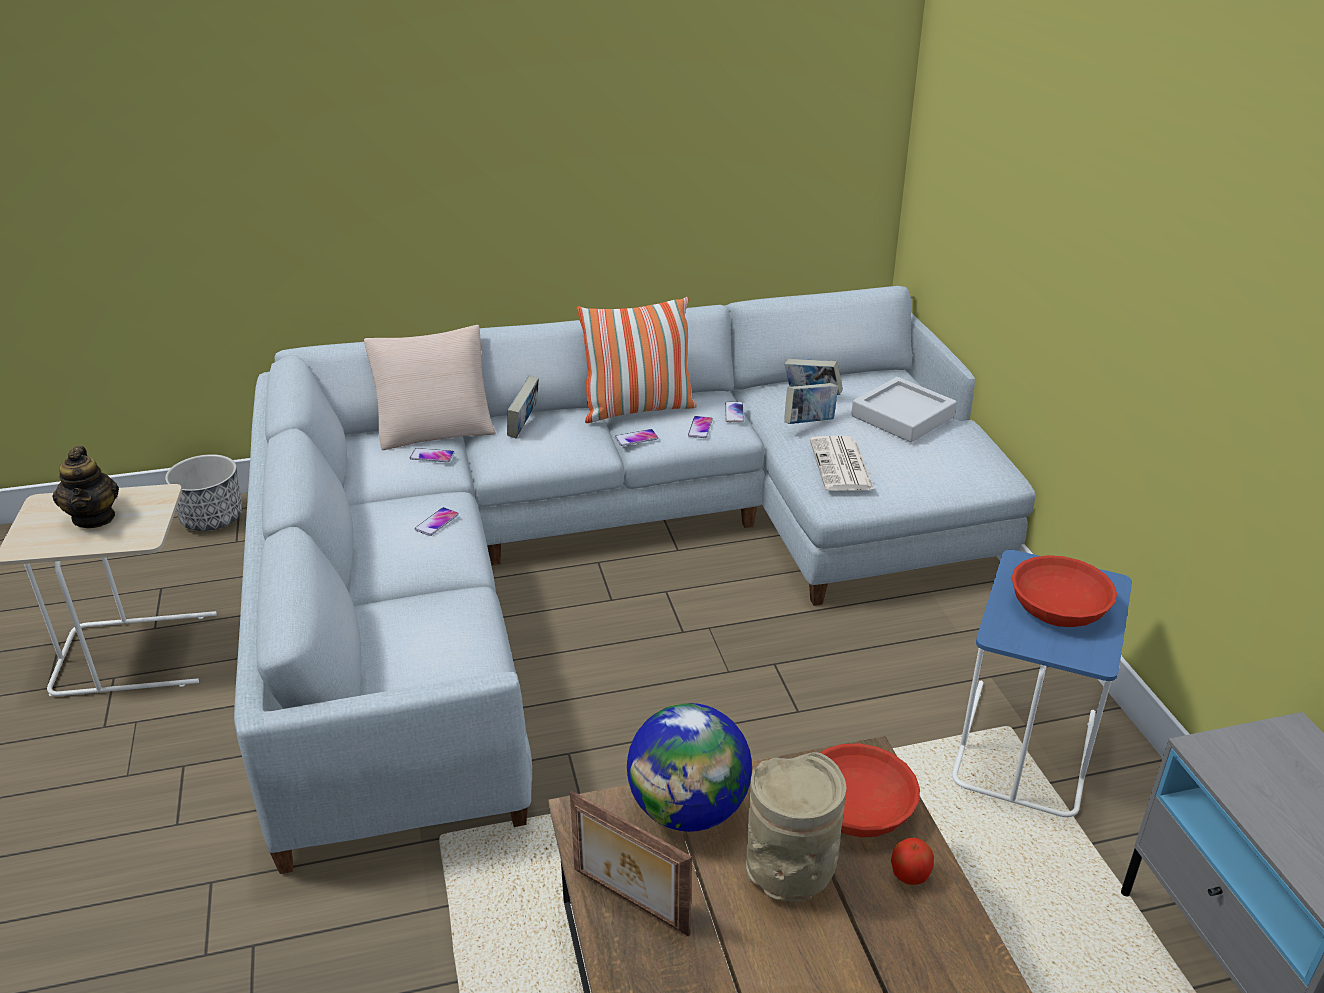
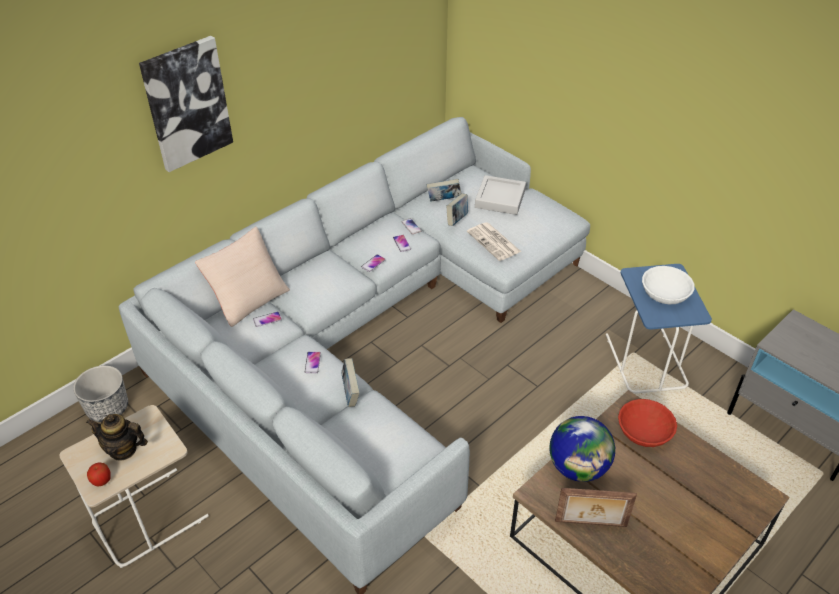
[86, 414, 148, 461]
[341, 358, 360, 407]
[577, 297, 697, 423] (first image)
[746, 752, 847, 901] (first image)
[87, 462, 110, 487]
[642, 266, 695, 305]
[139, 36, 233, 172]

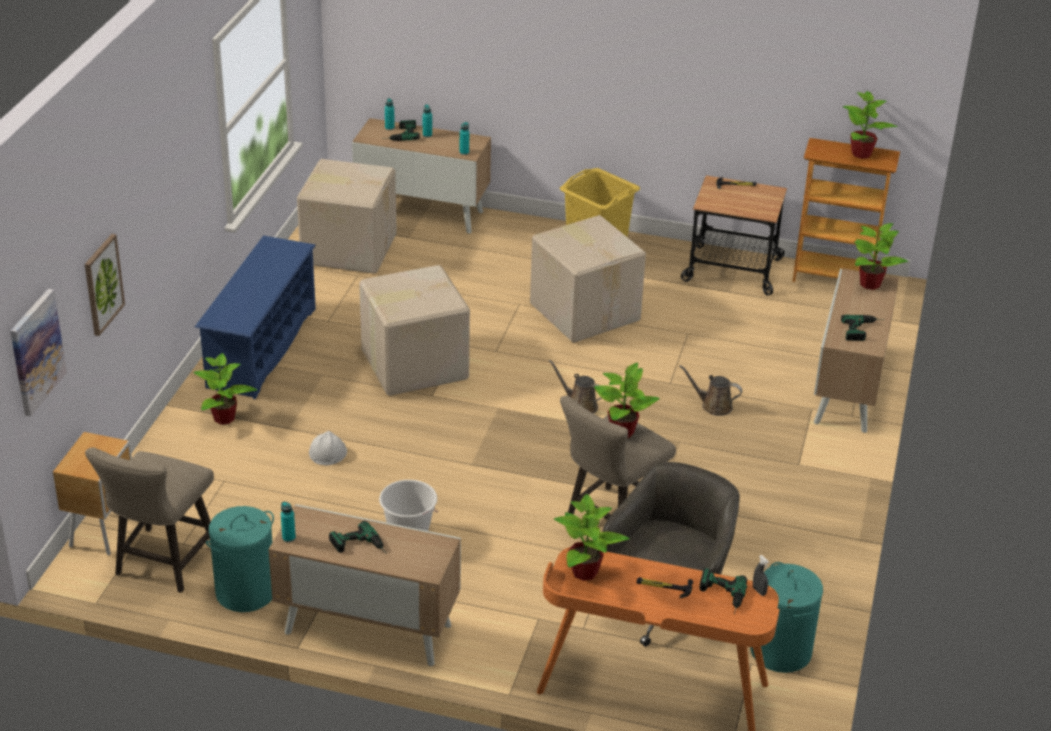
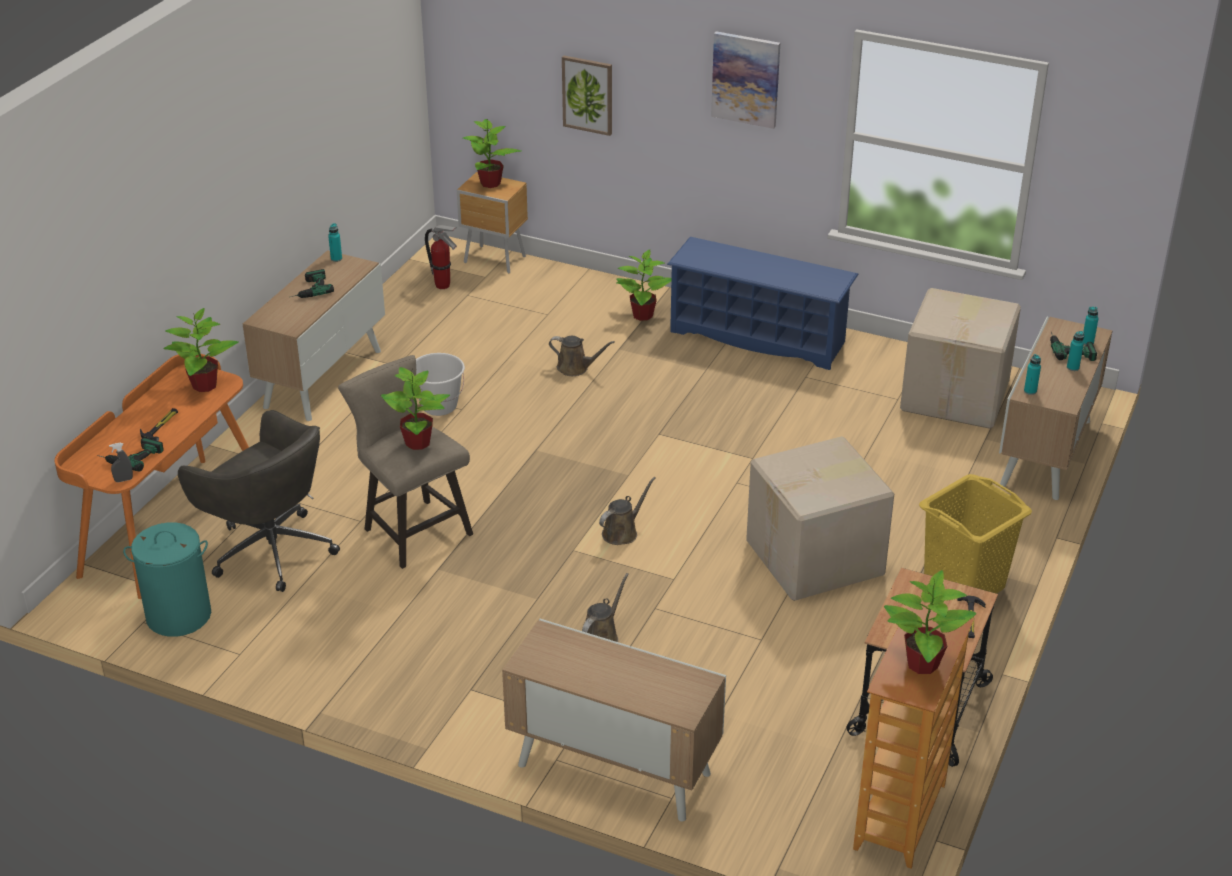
[711, 31, 780, 129]
[425, 225, 457, 289]
[206, 506, 274, 612] (first image)
[549, 336, 615, 376]
[359, 265, 470, 396] (first image)
[841, 315, 885, 341] (first image)
[463, 119, 521, 188]

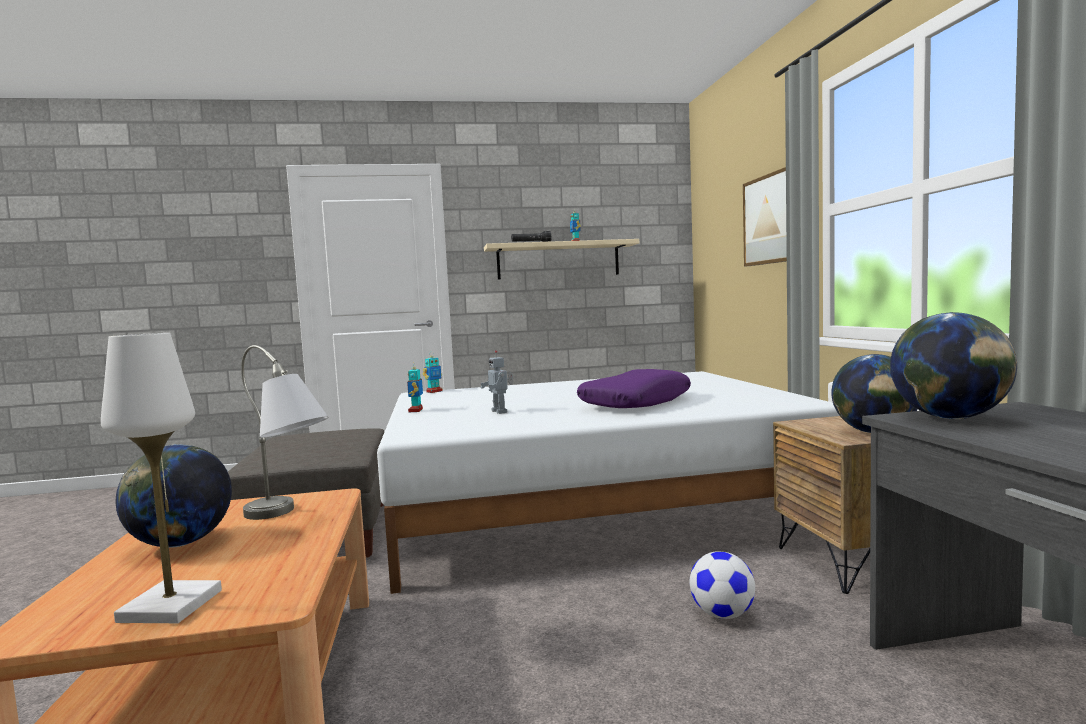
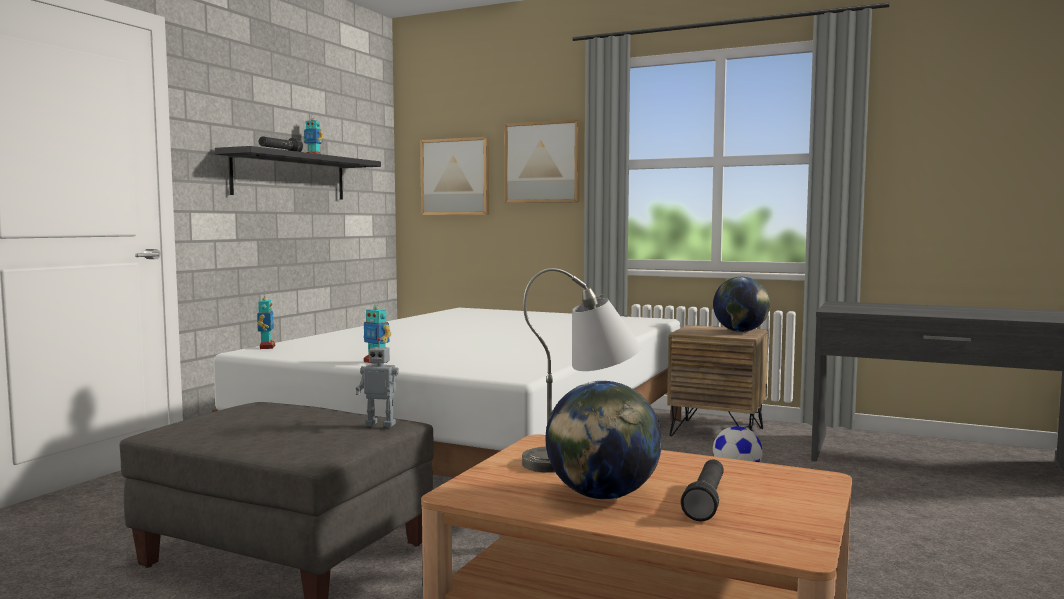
[101, 333, 222, 623] (first image)
[356, 338, 399, 427]
[215, 146, 381, 200]
[577, 369, 691, 408] (first image)
[890, 312, 1017, 419] (first image)
[420, 137, 489, 215]
[681, 460, 724, 521]

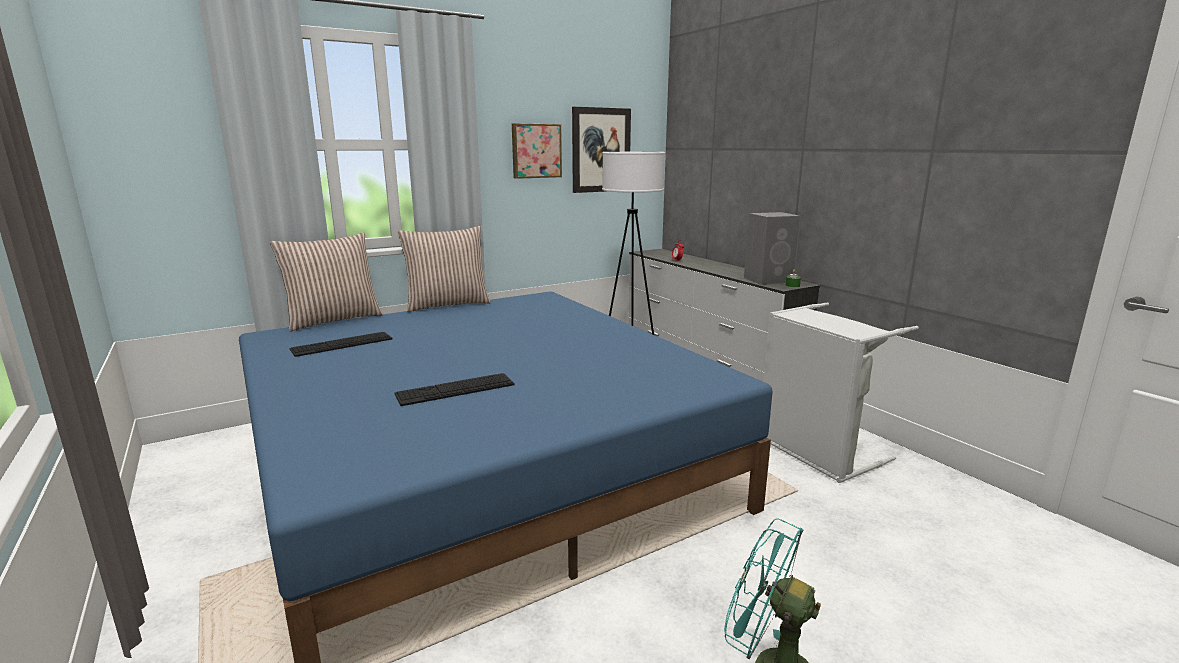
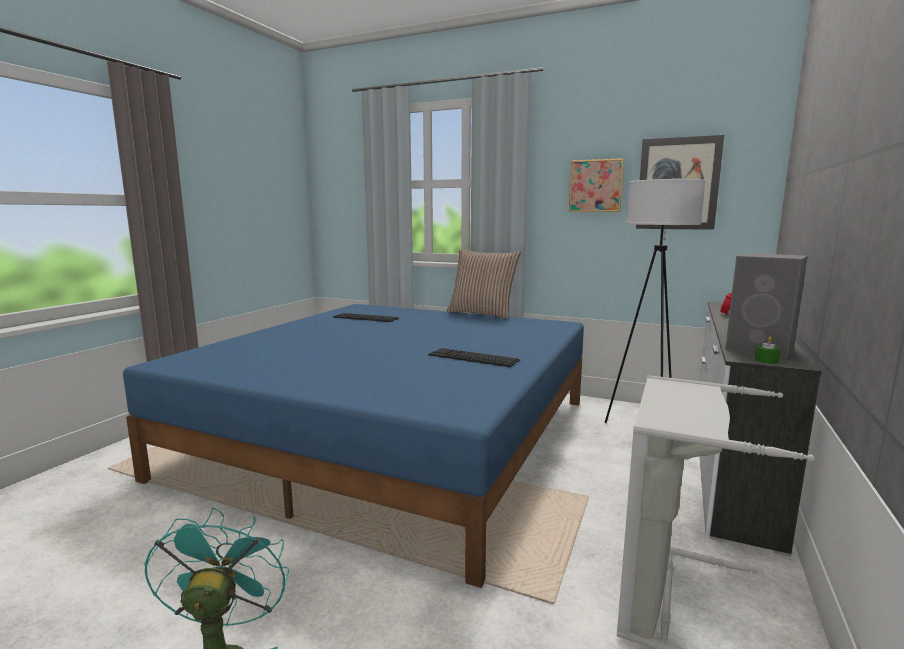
[270, 233, 383, 332] (first image)
[429, 348, 520, 367]

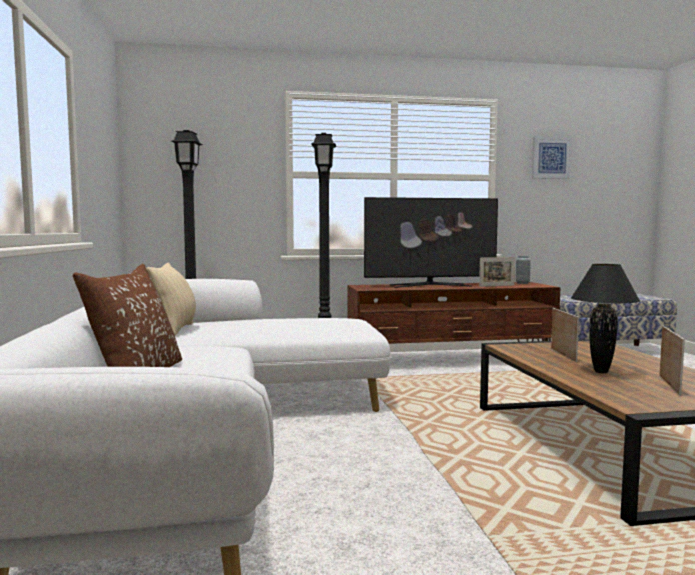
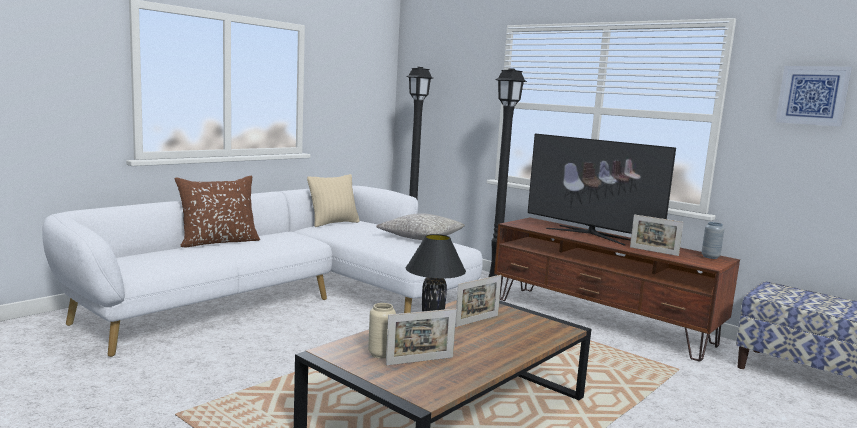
[368, 303, 396, 358]
[376, 213, 465, 240]

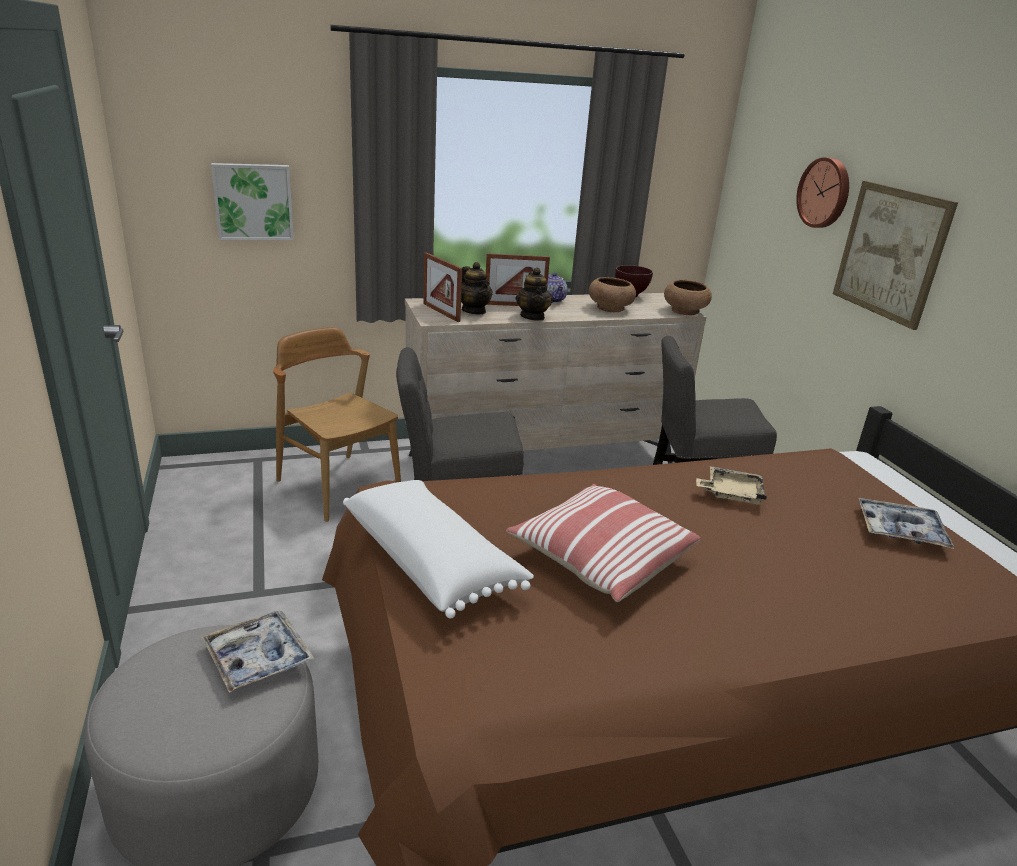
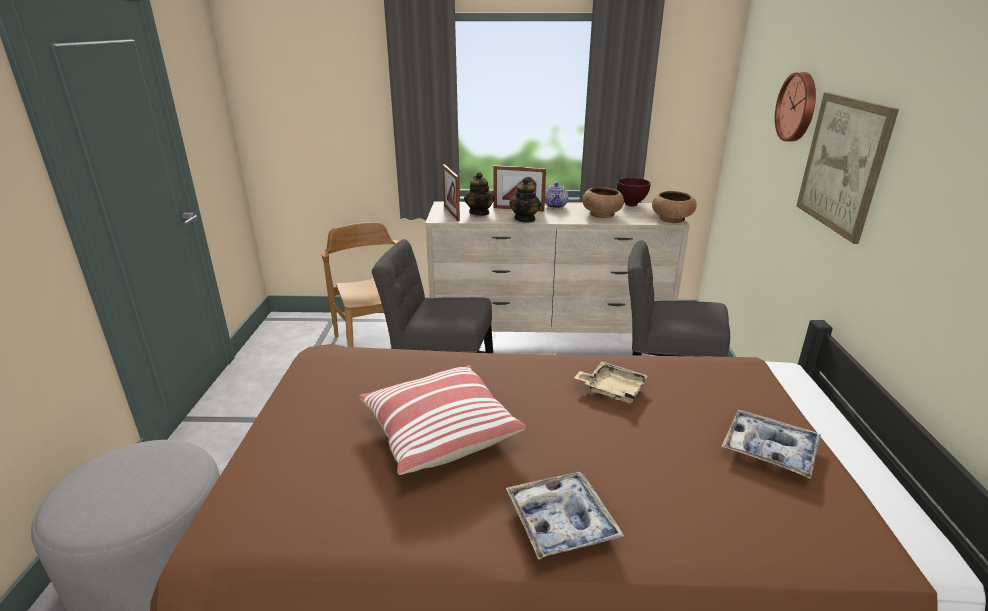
[506, 472, 624, 560]
[211, 163, 294, 240] (first image)
[343, 480, 534, 619] (first image)

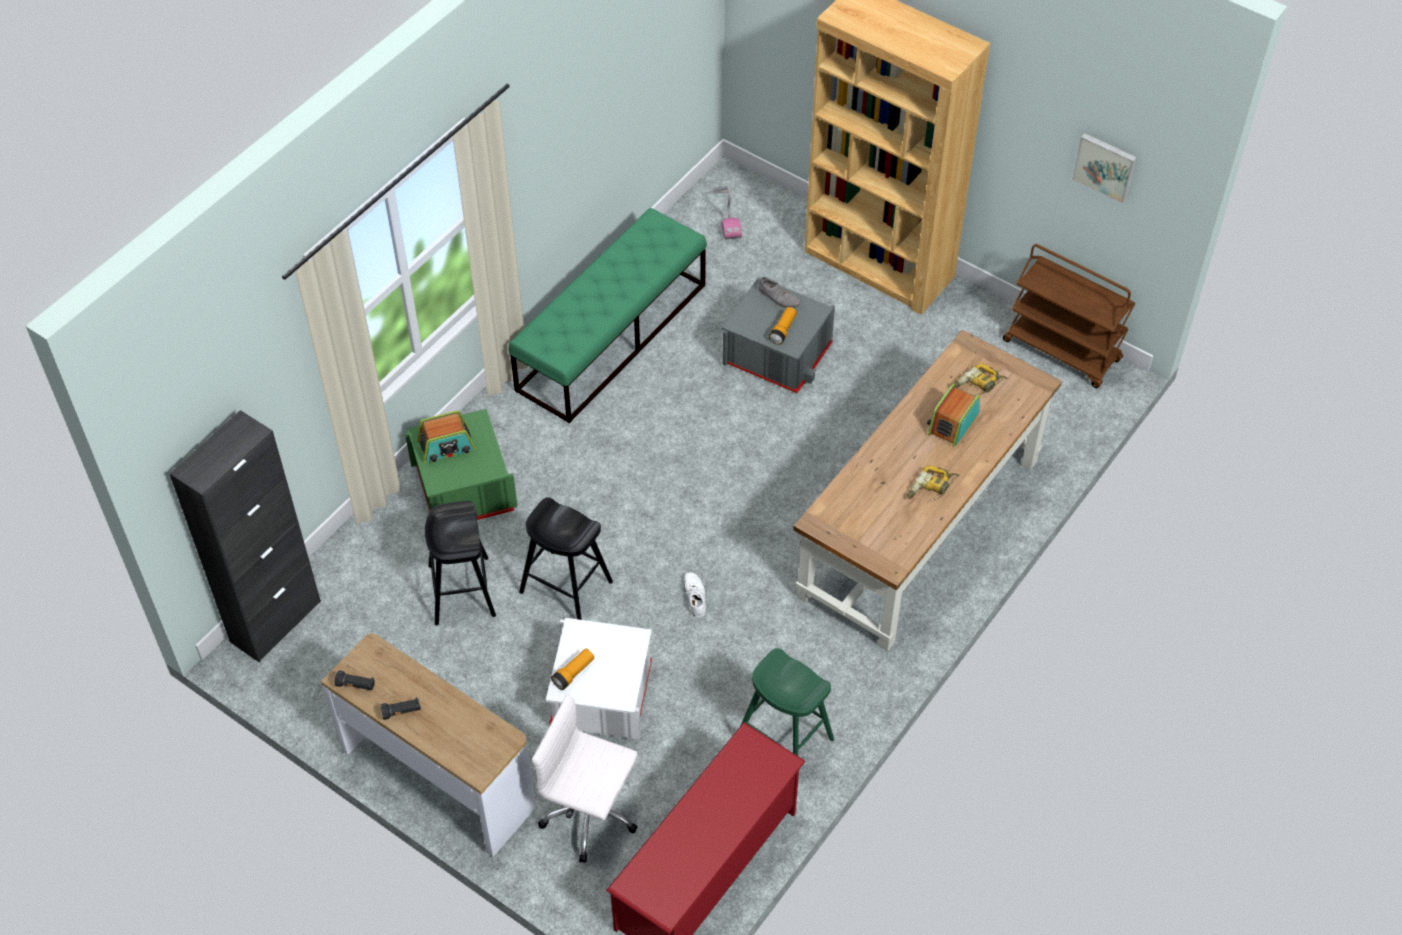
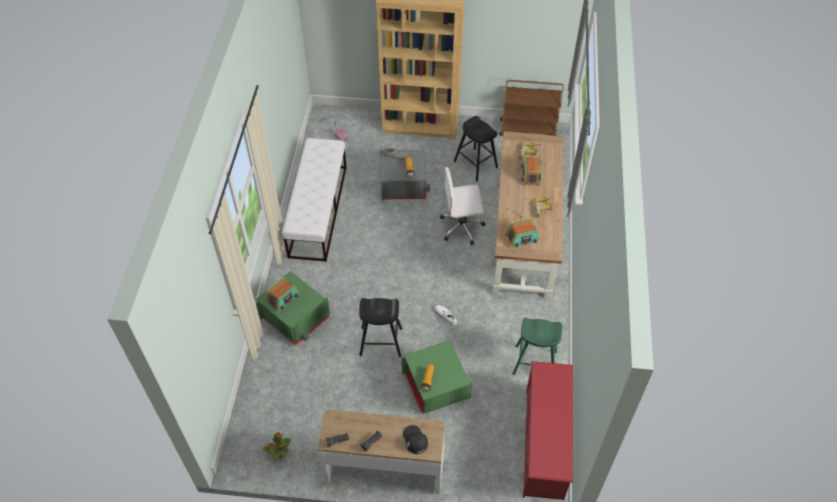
[169, 410, 321, 662] (first image)
[454, 116, 498, 181]
[282, 138, 347, 262]
[440, 167, 485, 245]
[402, 340, 472, 414]
[1072, 133, 1137, 204] (first image)
[262, 432, 291, 460]
[403, 425, 428, 454]
[505, 218, 540, 248]

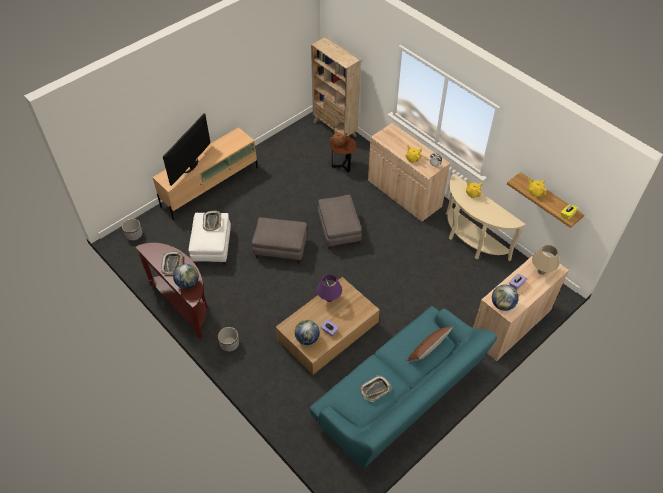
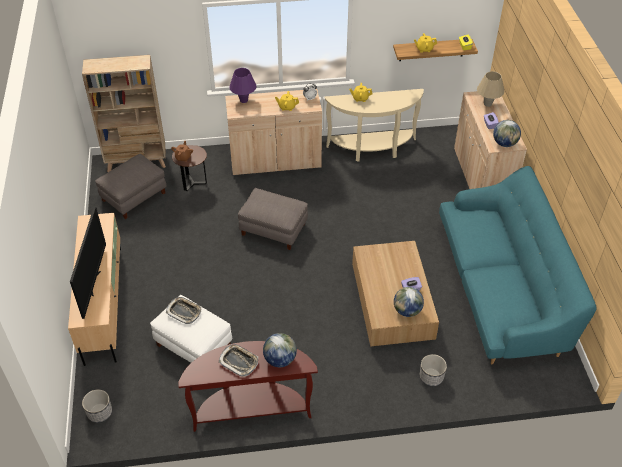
[70, 207, 106, 319]
[420, 354, 447, 386]
[95, 154, 167, 219]
[229, 68, 257, 103]
[360, 375, 391, 402] (first image)
[406, 326, 453, 362] (first image)

